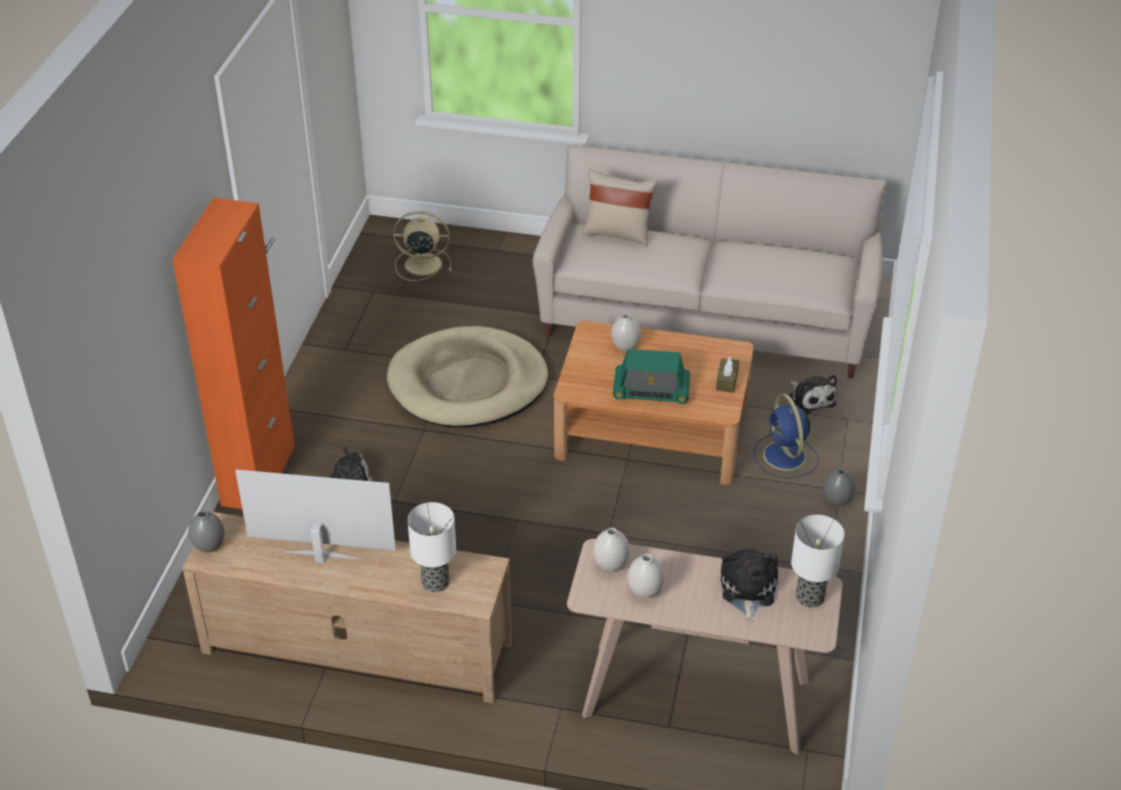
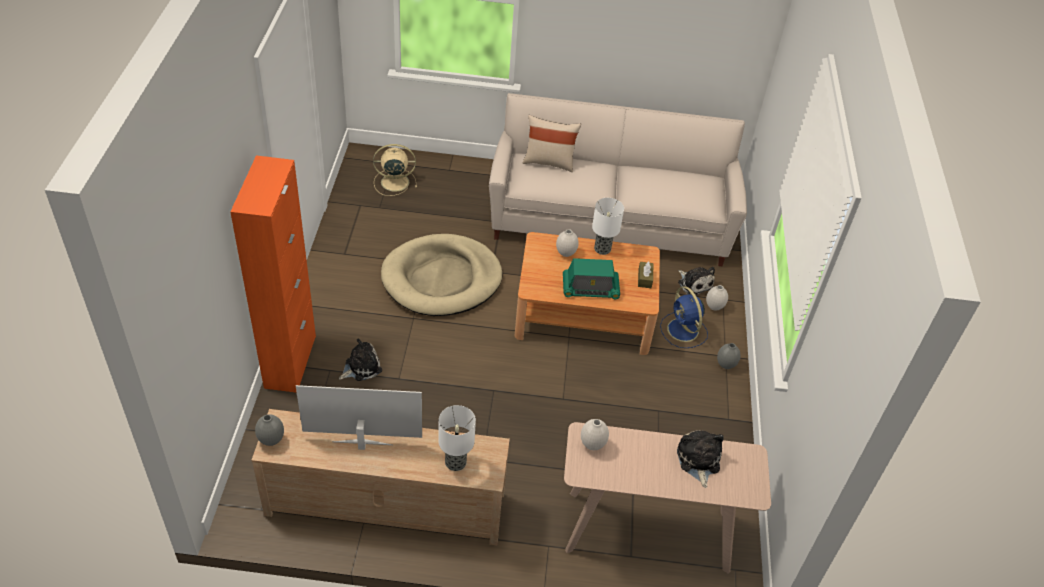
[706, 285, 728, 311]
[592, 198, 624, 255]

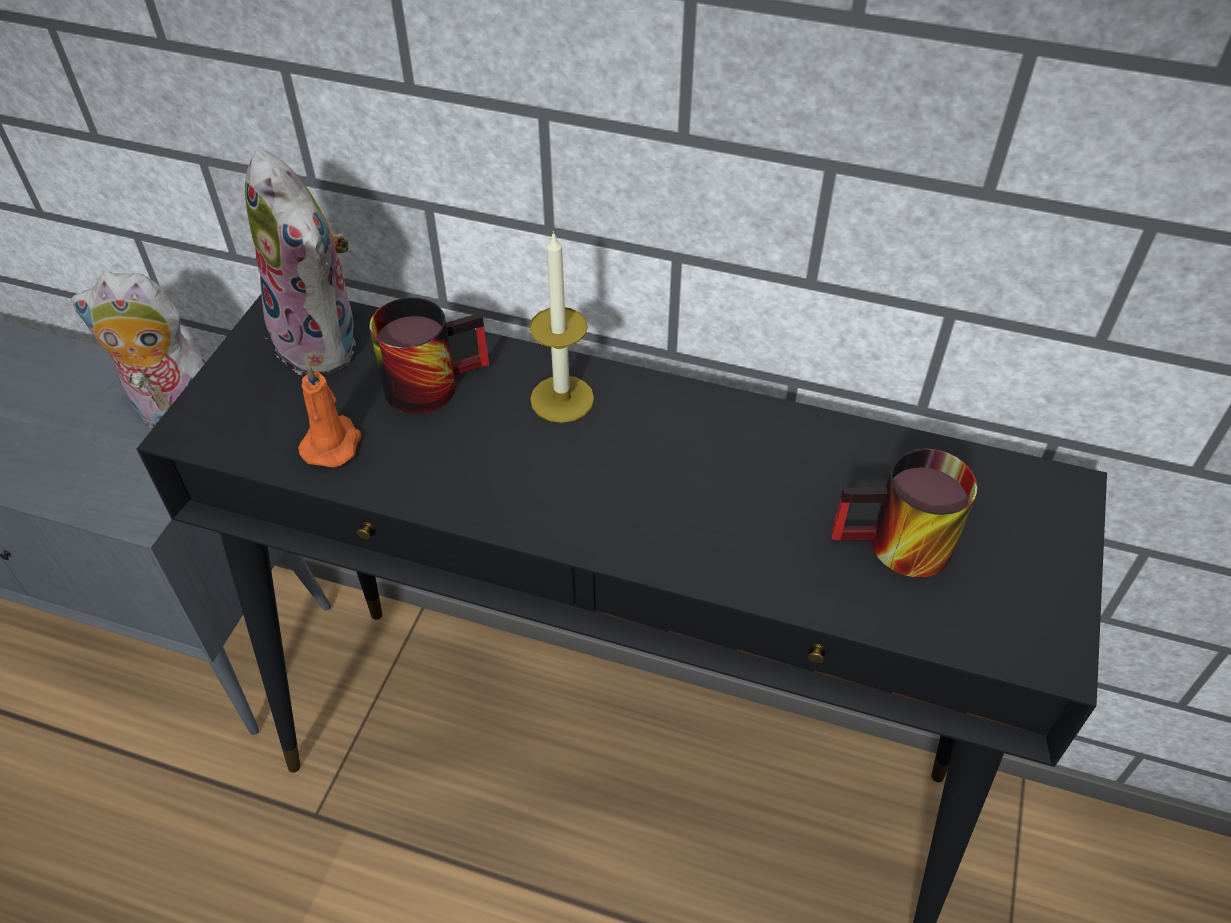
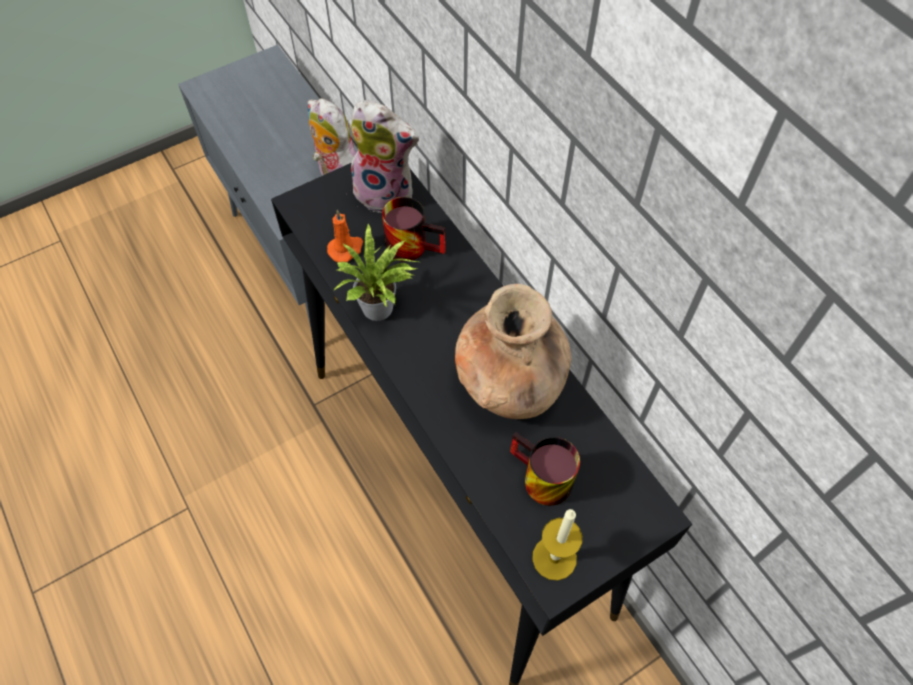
[349, 100, 419, 213]
[532, 509, 582, 581]
[334, 223, 418, 321]
[455, 284, 571, 419]

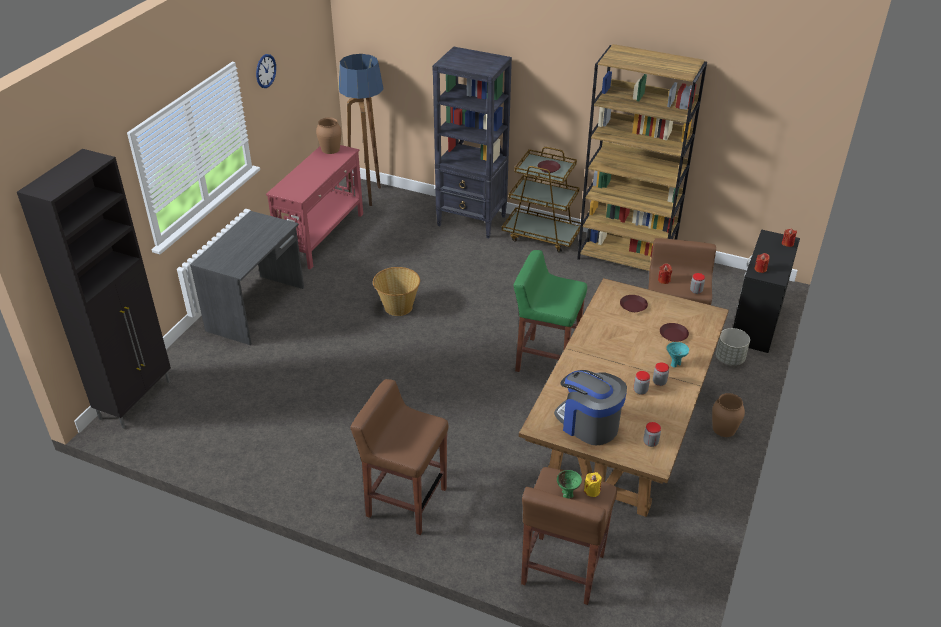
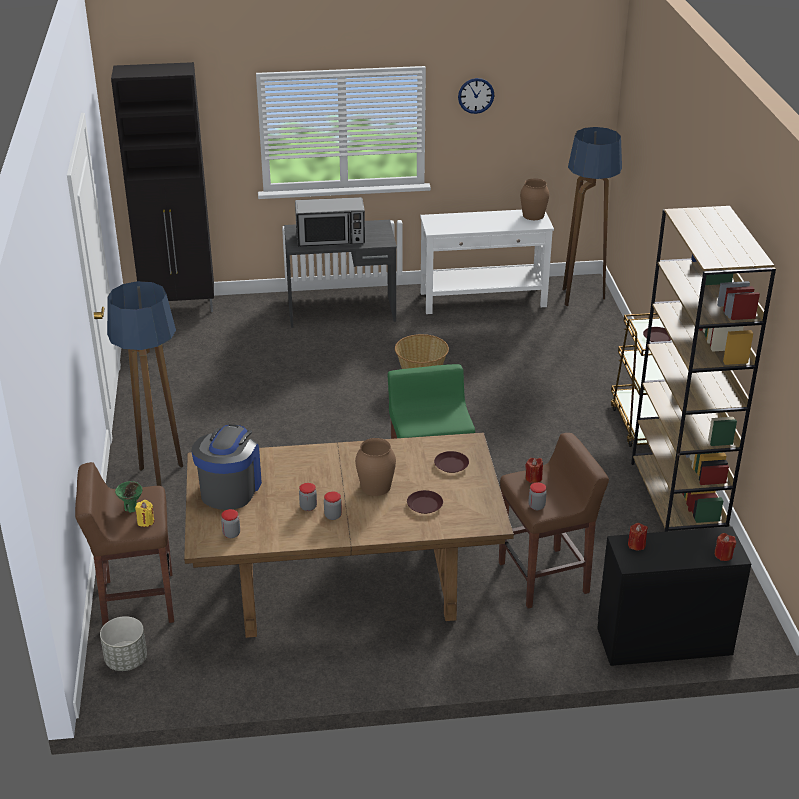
[420, 210, 554, 314]
[107, 281, 183, 486]
[432, 46, 512, 238] (first image)
[667, 342, 689, 368] (first image)
[355, 438, 396, 496]
[100, 616, 147, 671]
[295, 197, 365, 246]

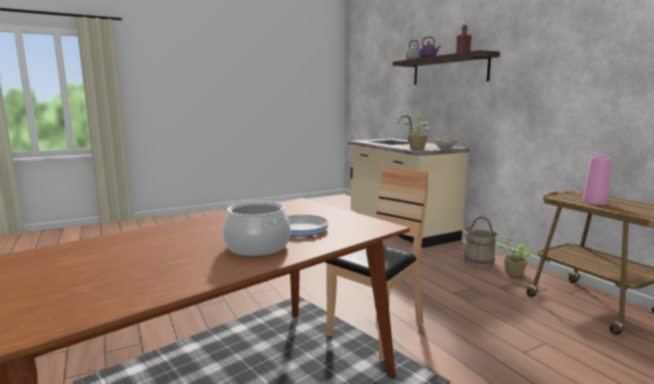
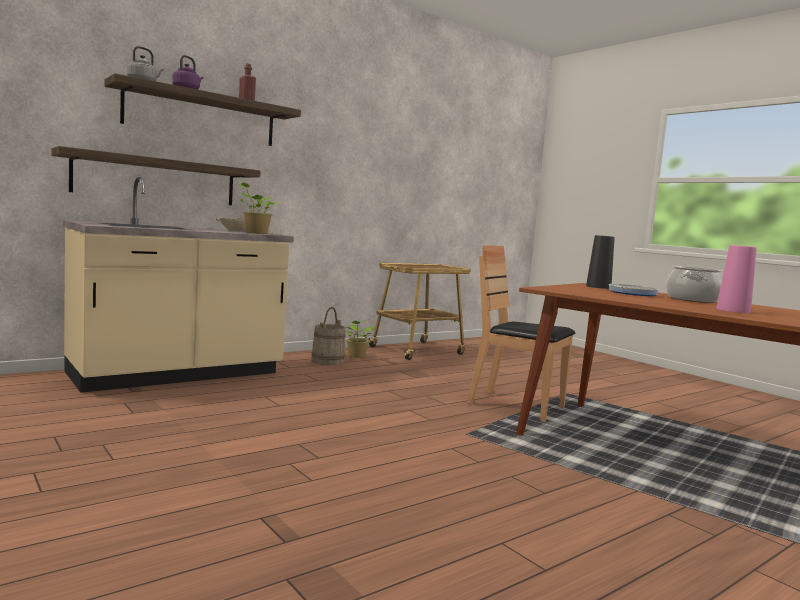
[716, 245, 757, 313]
[51, 146, 261, 205]
[586, 235, 615, 289]

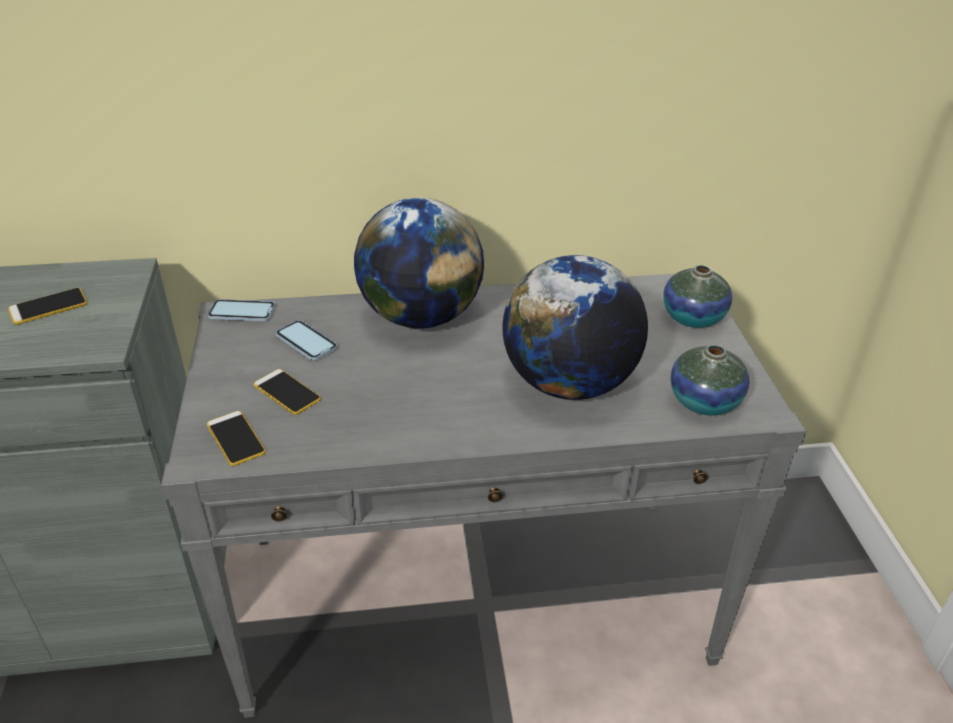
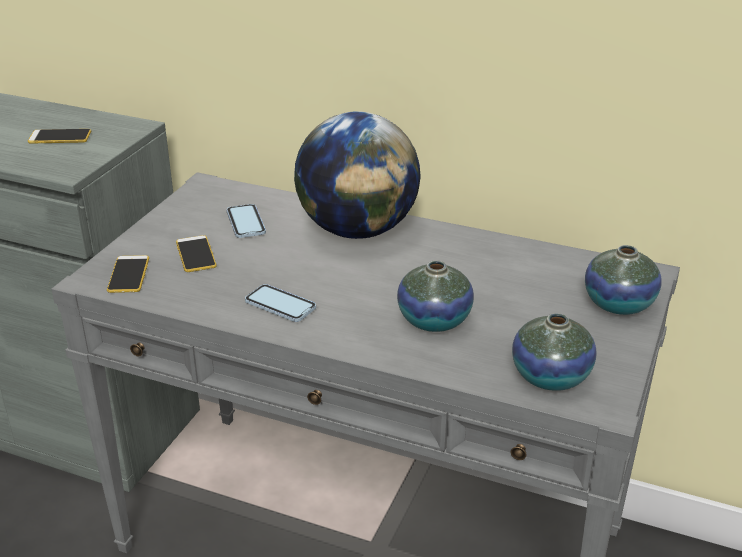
[245, 284, 316, 322]
[397, 261, 474, 332]

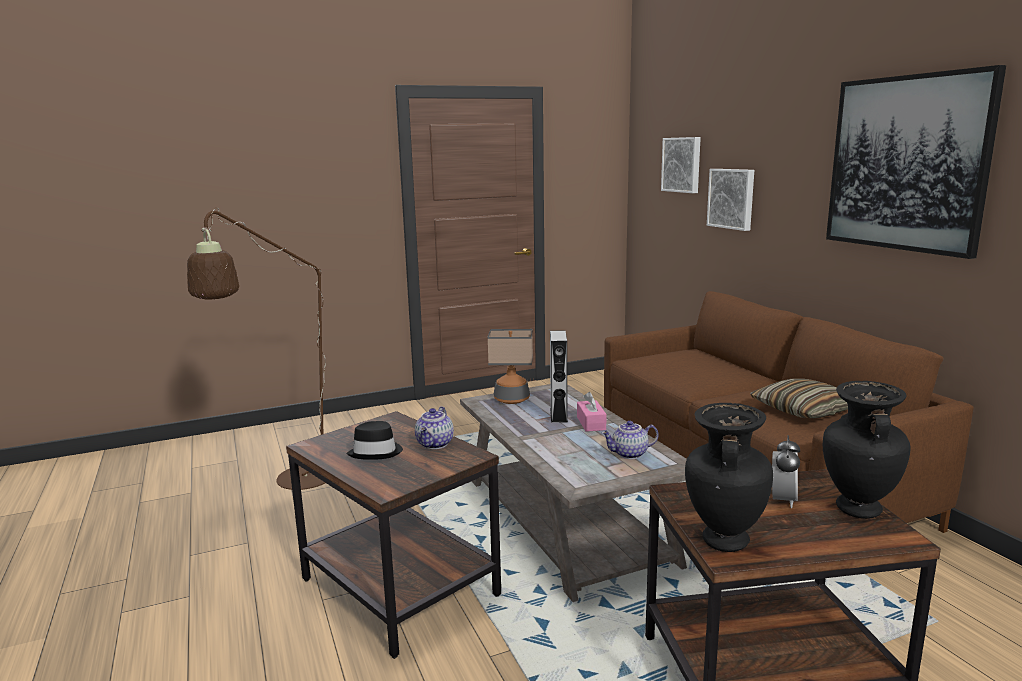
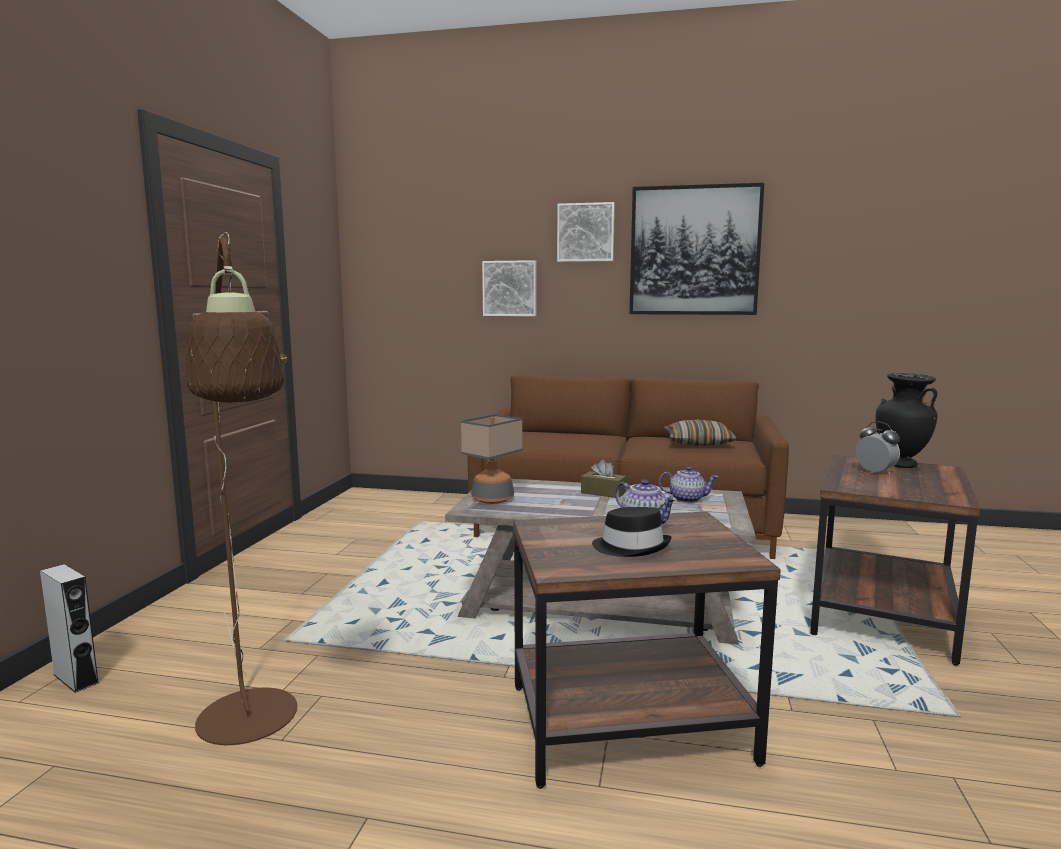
[40, 564, 99, 693]
[581, 459, 627, 498]
[659, 466, 718, 503]
[557, 202, 615, 262]
[685, 403, 773, 552] (first image)

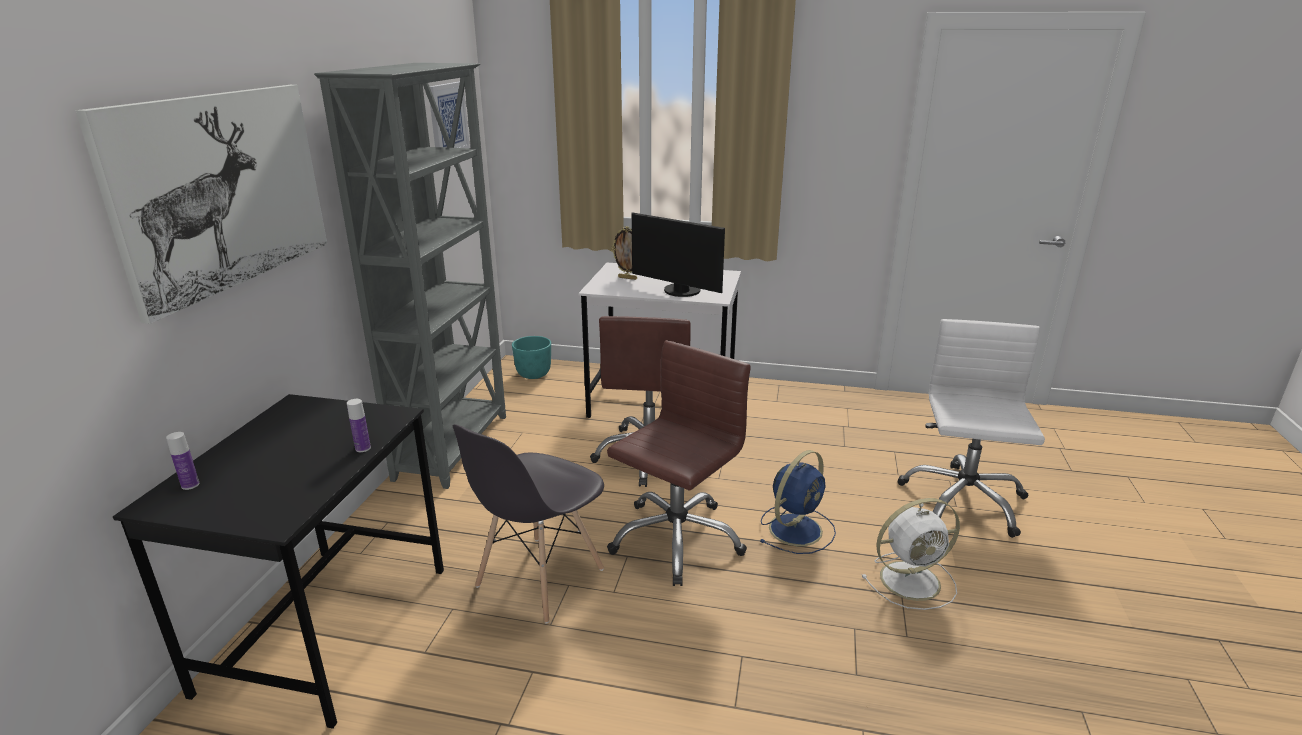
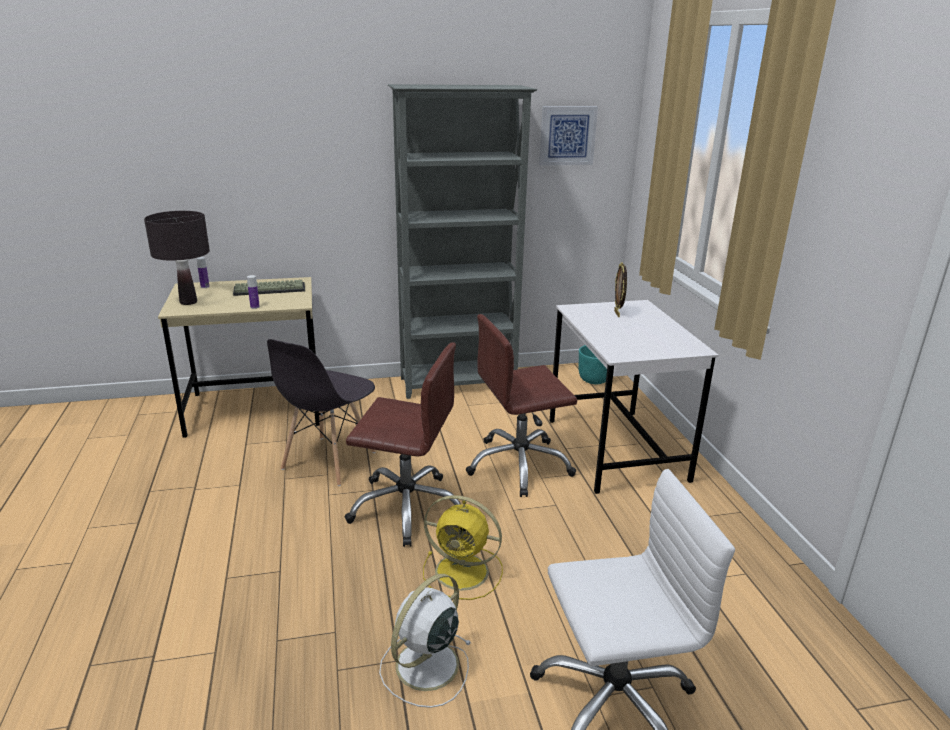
[76, 85, 327, 324] (first image)
[158, 277, 319, 438]
[267, 339, 376, 486]
[632, 212, 725, 297] (first image)
[423, 495, 503, 600]
[379, 574, 472, 708]
[144, 211, 210, 305]
[233, 280, 305, 296]

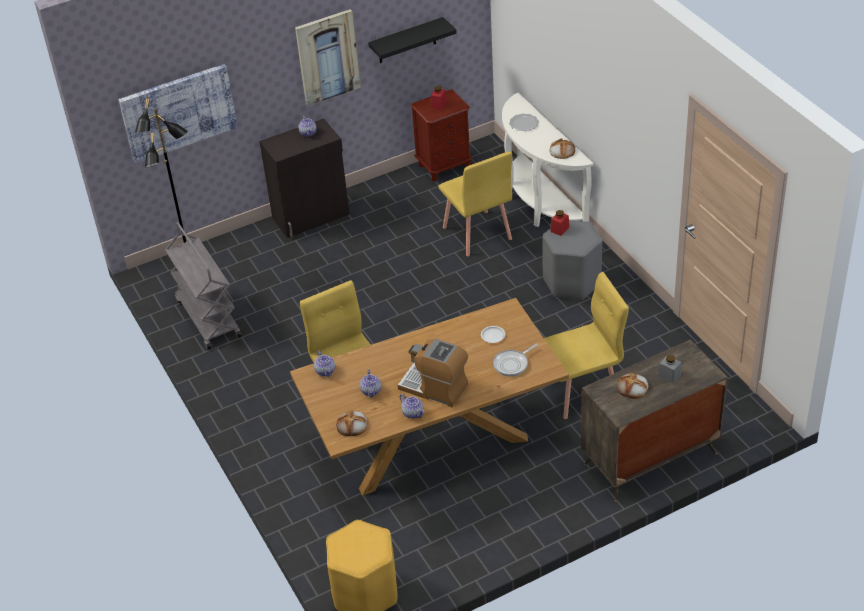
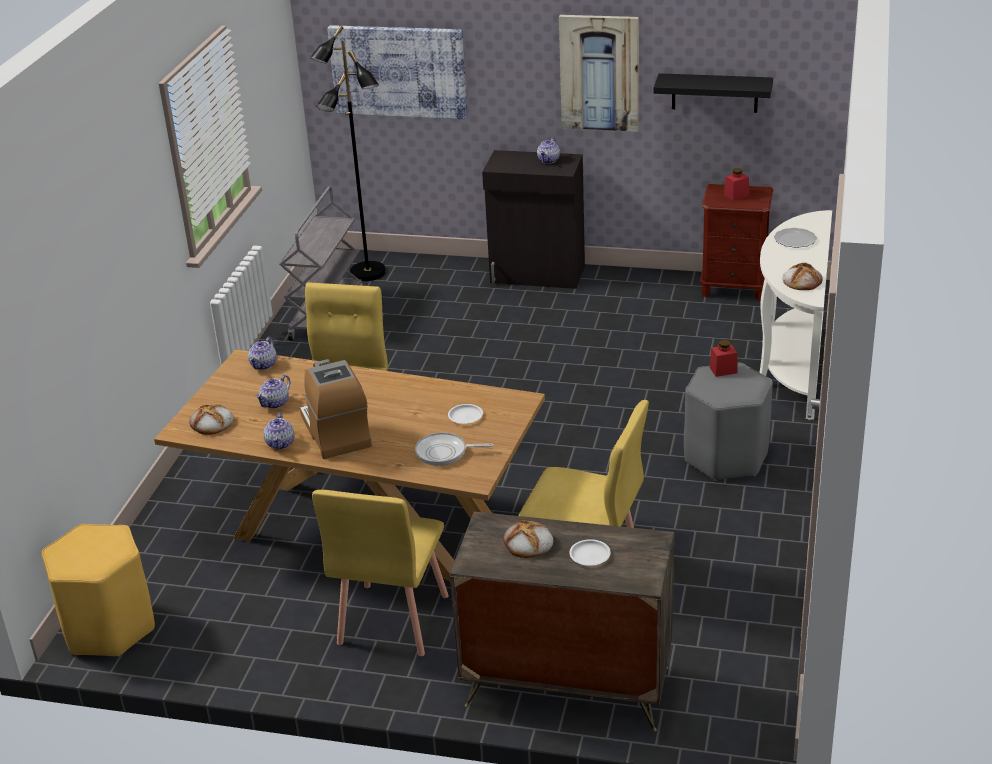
[312, 490, 449, 656]
[569, 539, 611, 566]

